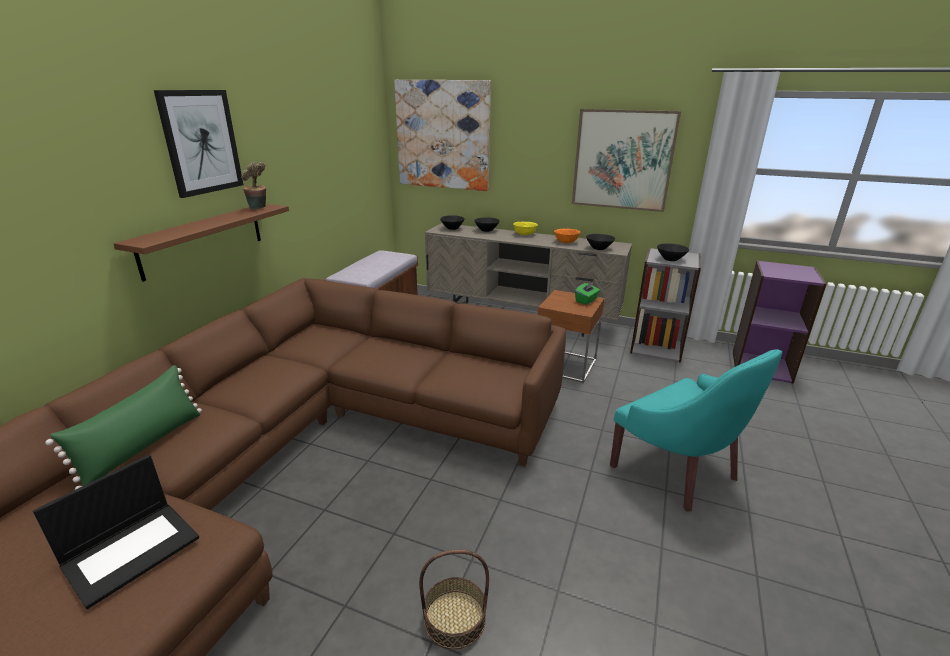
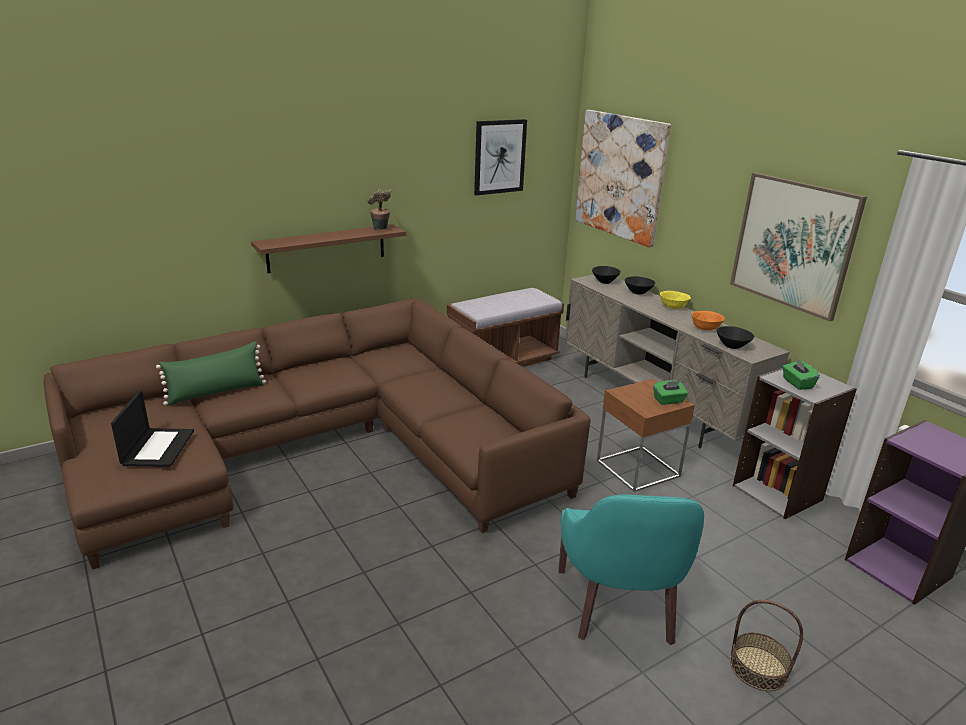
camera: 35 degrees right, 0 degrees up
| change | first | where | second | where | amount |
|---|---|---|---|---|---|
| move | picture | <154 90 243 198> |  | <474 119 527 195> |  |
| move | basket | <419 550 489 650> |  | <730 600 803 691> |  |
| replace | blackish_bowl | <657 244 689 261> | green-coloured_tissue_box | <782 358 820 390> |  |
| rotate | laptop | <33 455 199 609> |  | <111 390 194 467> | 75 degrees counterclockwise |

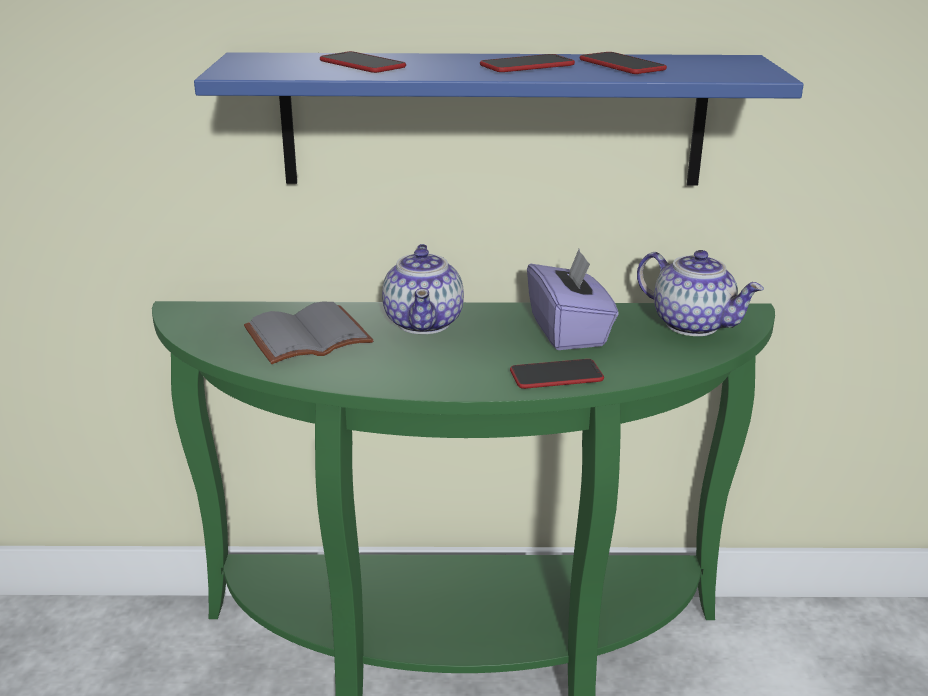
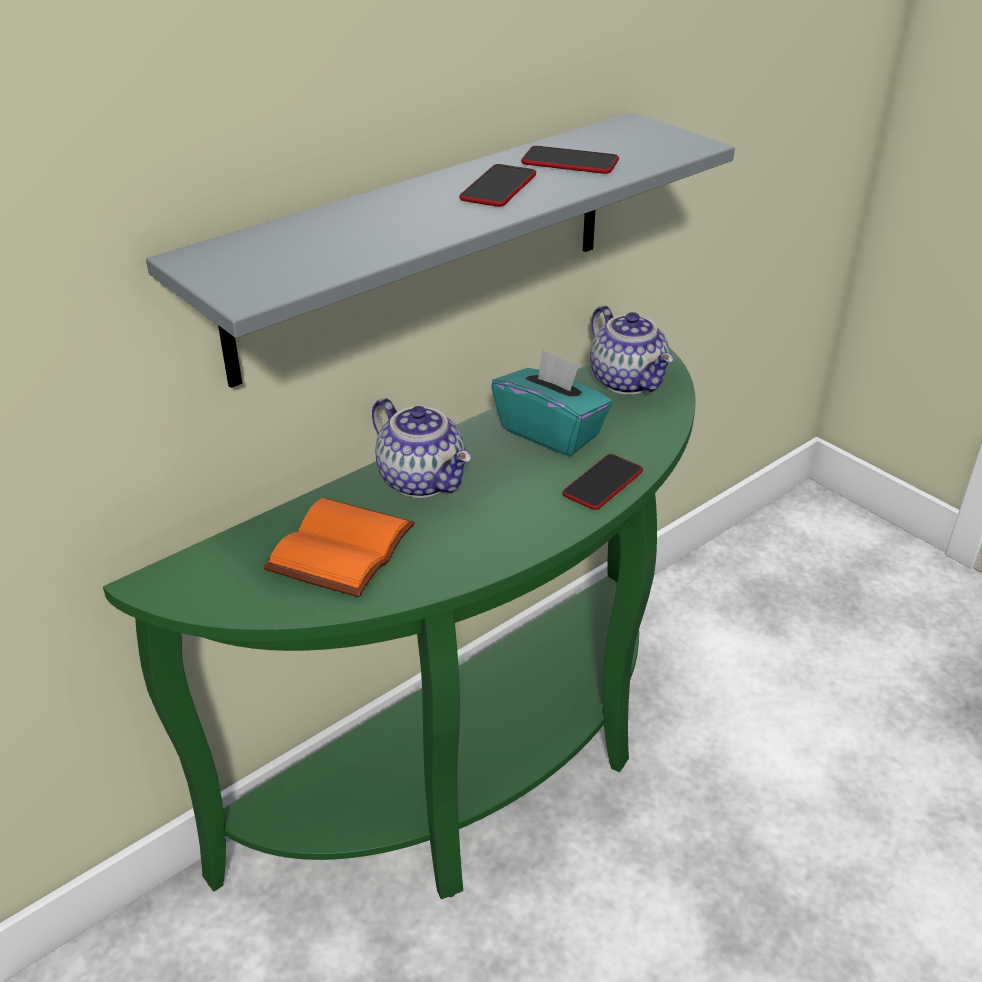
camera: 40 degrees left, 10 degrees up
| change | first | where | second | where | amount |
|---|---|---|---|---|---|
| delete | phone | <320 51 406 73> |  |  |  |
| recolor | bluish_bracket_shelf | <194 52 804 185> | greyish_bracket_shelf | <146 112 735 388> |  |
| recolor | greyish_book | <244 302 374 364> | orangey_book | <263 498 415 597> |  |
| recolor | purple-coloured_tissue_box | <527 249 618 350> | turquoise_tissue_box | <491 350 612 457> |  |
| rotate | teapot | <637 250 764 336> |  | <590 305 674 395> | 60 degrees clockwise |

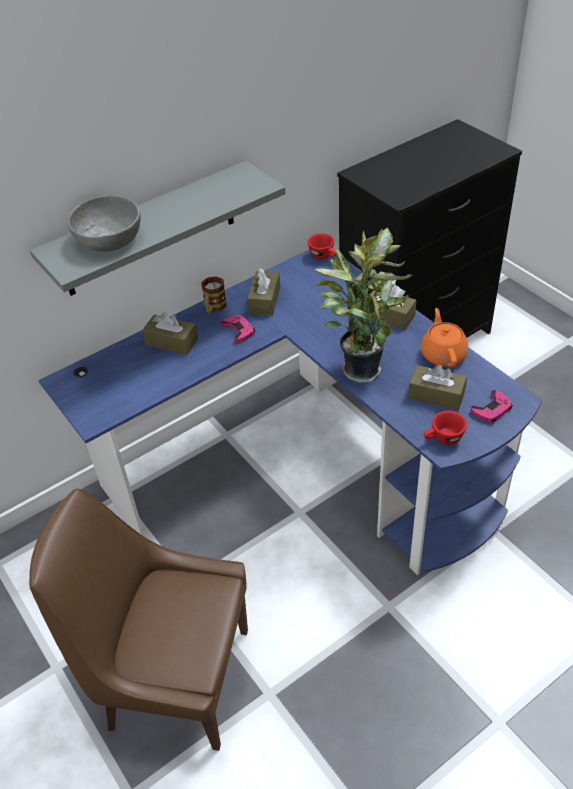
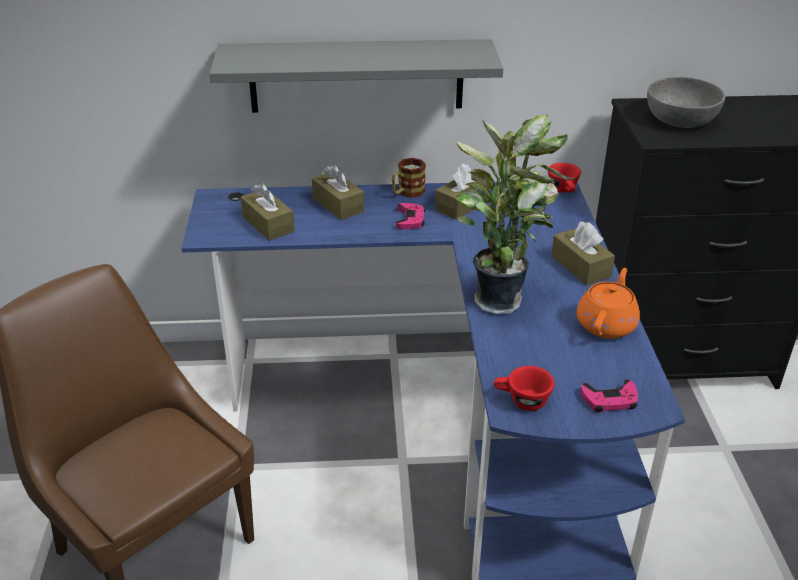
camera: 30 degrees right, 10 degrees down
| change | first | where | second | where | amount |
|---|---|---|---|---|---|
| move | greyish_bowl | <68 195 141 252> |  | <647 77 725 128> |  |
| move | brown-coloured_tissue_box | <408 365 467 410> |  | <241 183 295 241> |  |

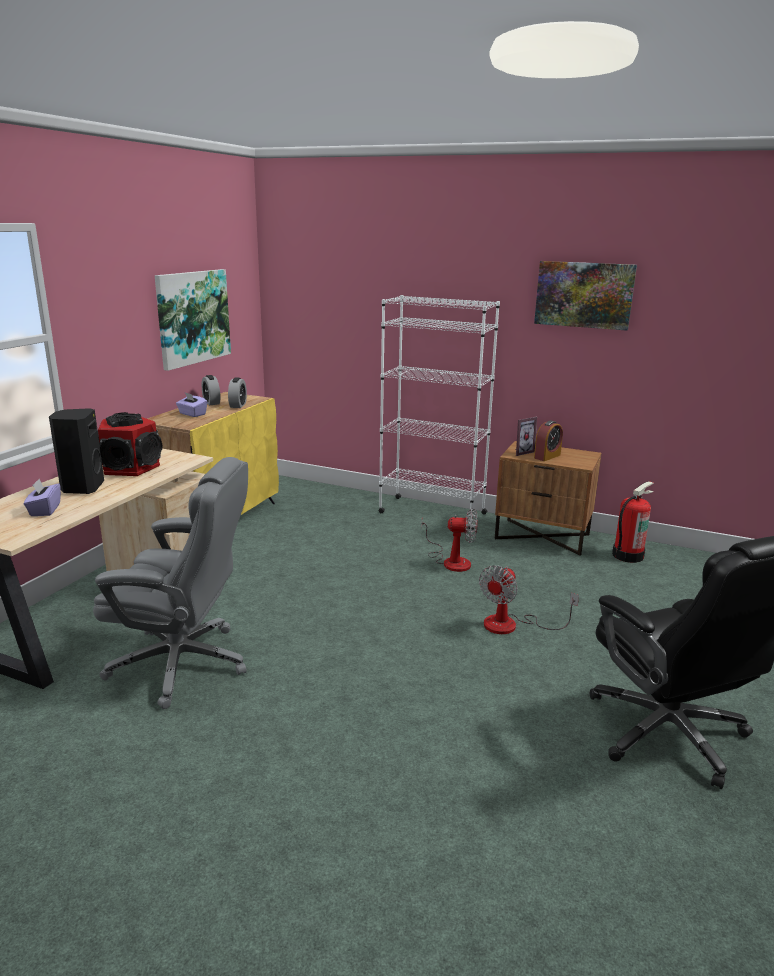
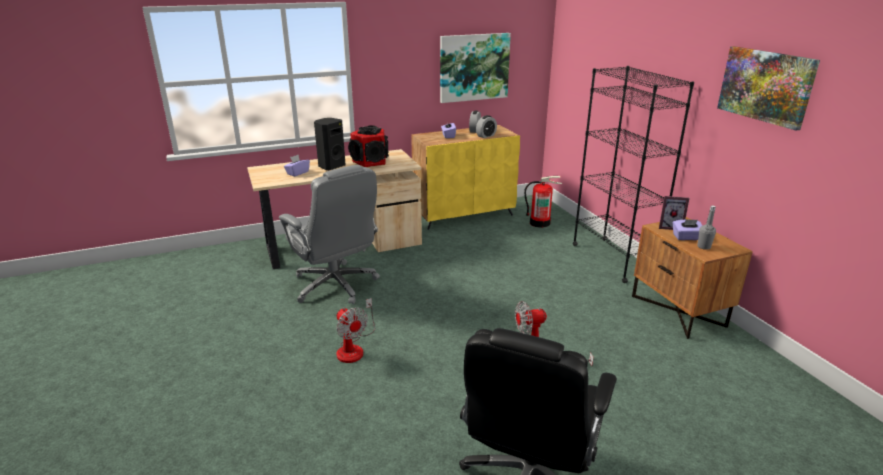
camera: 45 degrees right, 5 degrees up
| change | first | where | second | where | amount |
|---|---|---|---|---|---|
| insert |  |  | greyish_bottle | <697 206 716 250> |  |
| move | cooling_fan | <421 509 478 572> |  | <336 298 375 363> |  |
| move | extinguisher | <612 481 654 563> |  | <524 176 562 228> |  |
| replace | bedside_clock | <534 421 563 461> | purple-coloured_tissue_box | <673 219 702 240> |  |
| recolor | white_shelving_unit | <378 295 500 530> | blackish_shelving_unit | <573 66 694 283> |  |

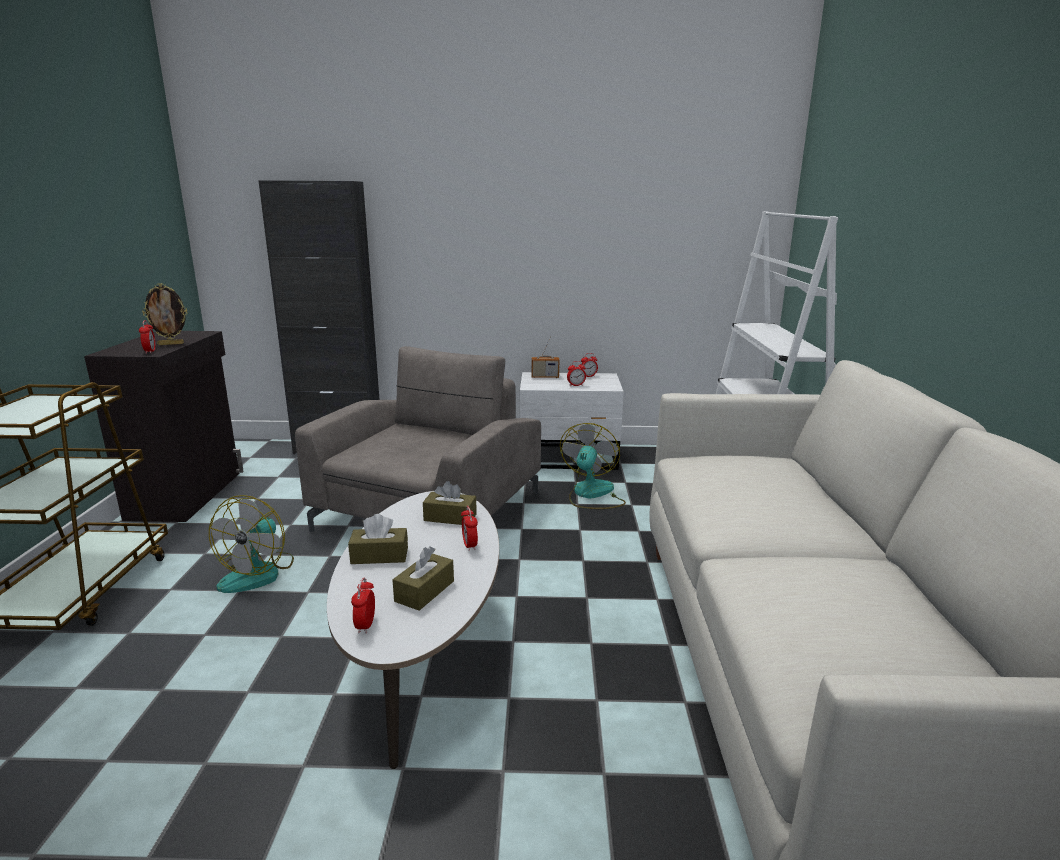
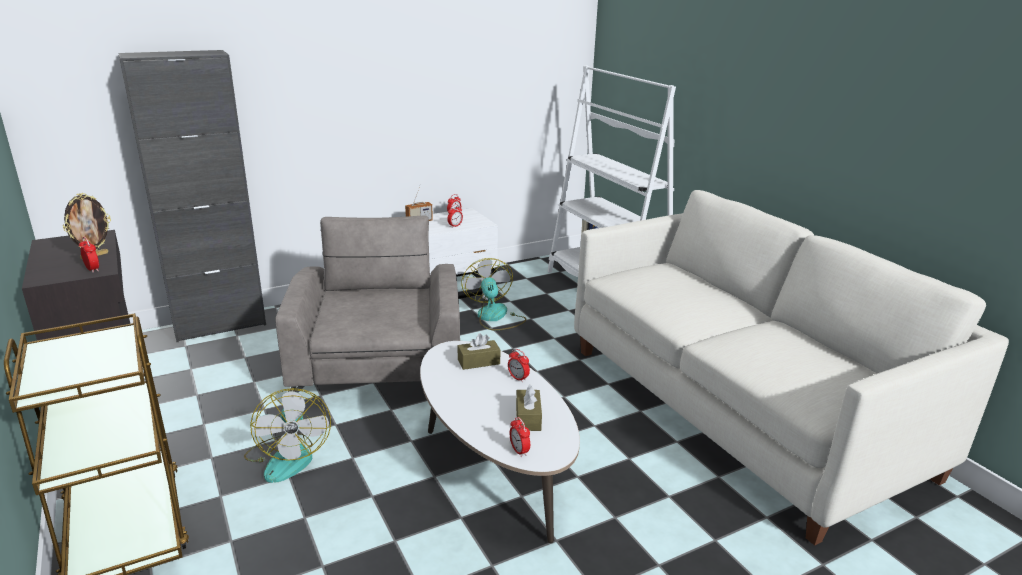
camera: 30 degrees left, 5 degrees up
| change | first | where | second | where | amount |
|---|---|---|---|---|---|
| delete | brown-coloured_tissue_box | <348 514 408 564> |  |  |  |

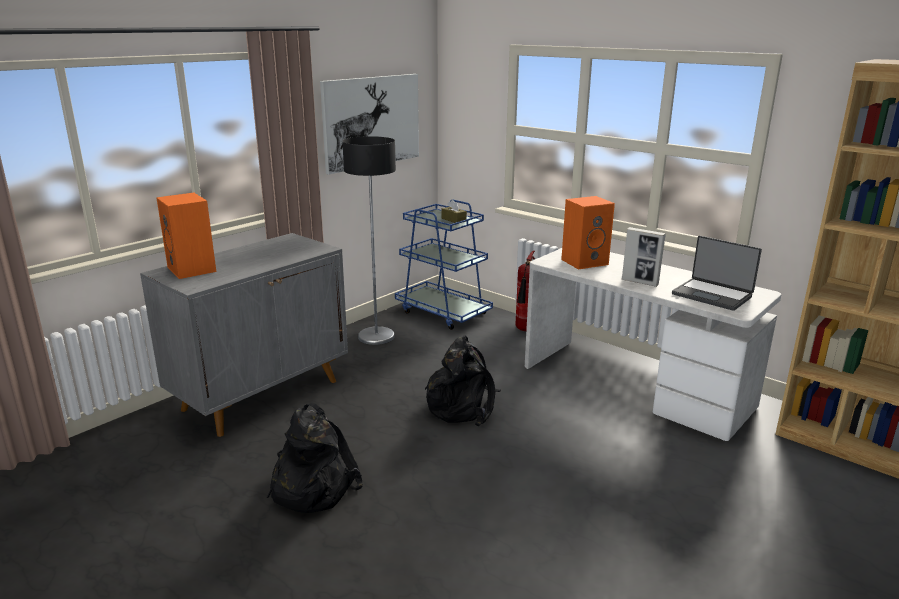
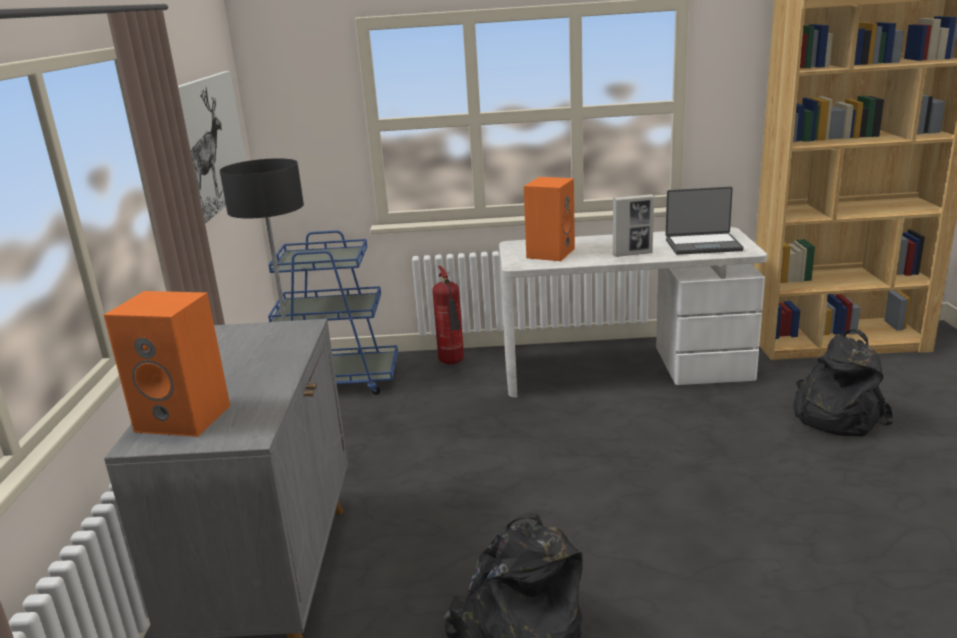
camera: 40 degrees left, 0 degrees up
| change | first | where | second | where | amount |
|---|---|---|---|---|---|
| delete | brown-coloured_tissue_box | <442 200 467 223> |  |  |  |
| move | blackish_knapsack | <425 336 501 426> |  | <793 329 893 436> |  |

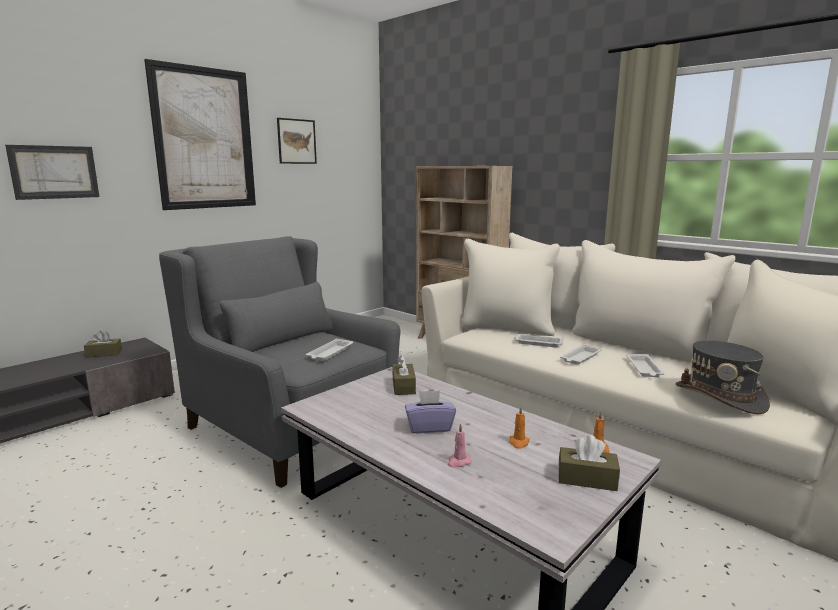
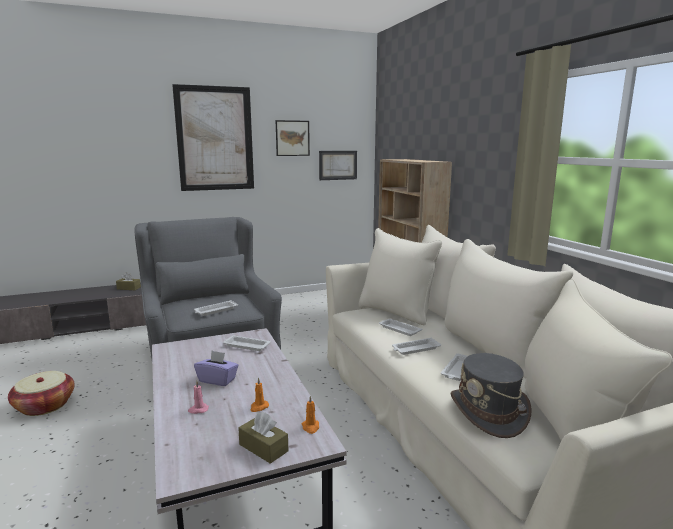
camera: 25 degrees right, 0 degrees up
| change | first | where | second | where | amount |
|---|---|---|---|---|---|
| insert |  |  | basket | <8 371 75 416> |  |
| move | picture | <5 145 99 200> |  | <319 151 357 180> |  |
| replace | brown-coloured_tissue_box | <392 355 416 395> | white_tray | <223 336 271 351> |  |

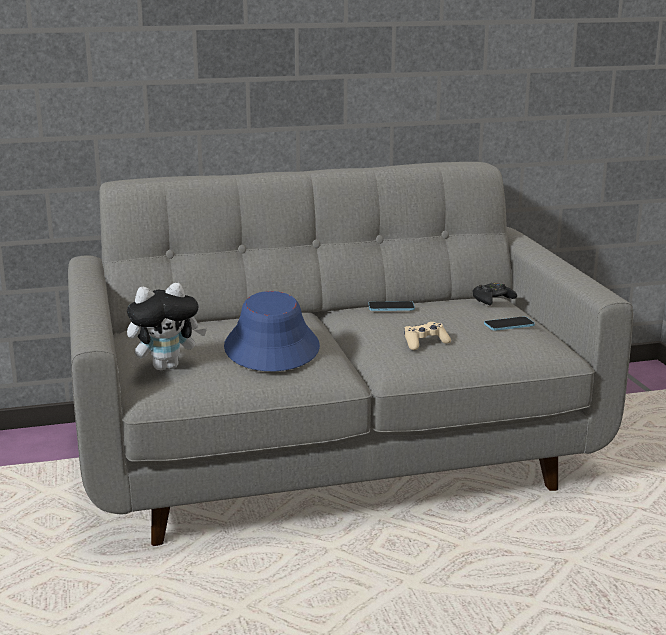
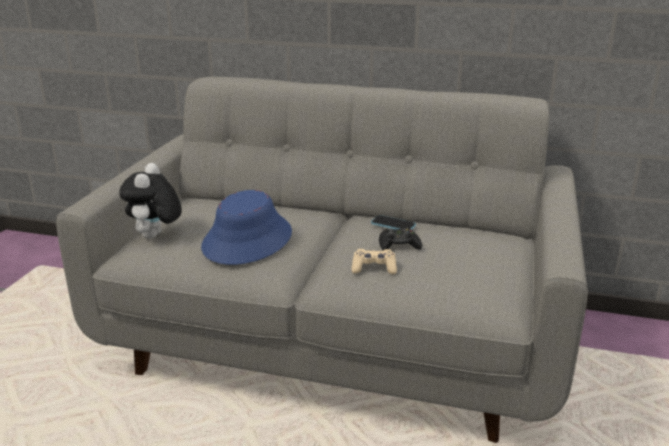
camera: 30 degrees right, 5 degrees up
| change | first | where | second | where | amount |
|---|---|---|---|---|---|
| delete | phone | <484 317 535 331> |  |  |  |
| move | blackish_game_controller | <473 282 517 305> |  | <379 228 422 250> |  |
| rotate | cuddly_toy | <127 283 207 371> |  | <119 163 182 239> | 90 degrees clockwise |

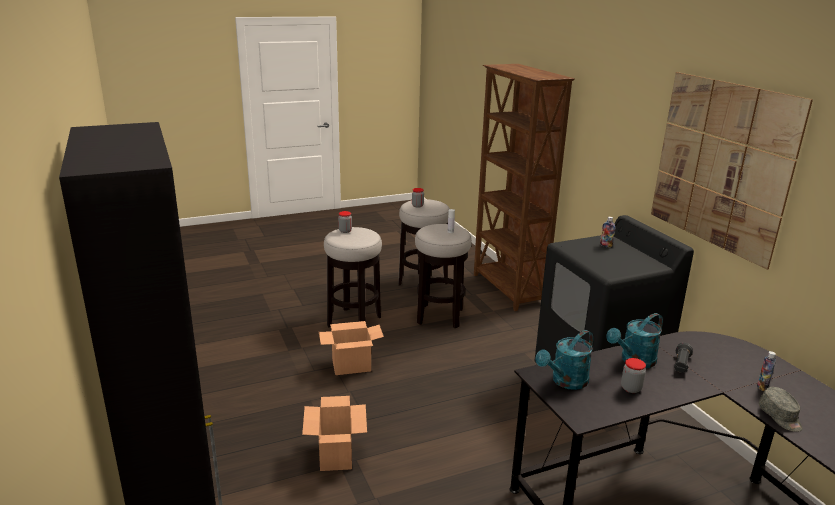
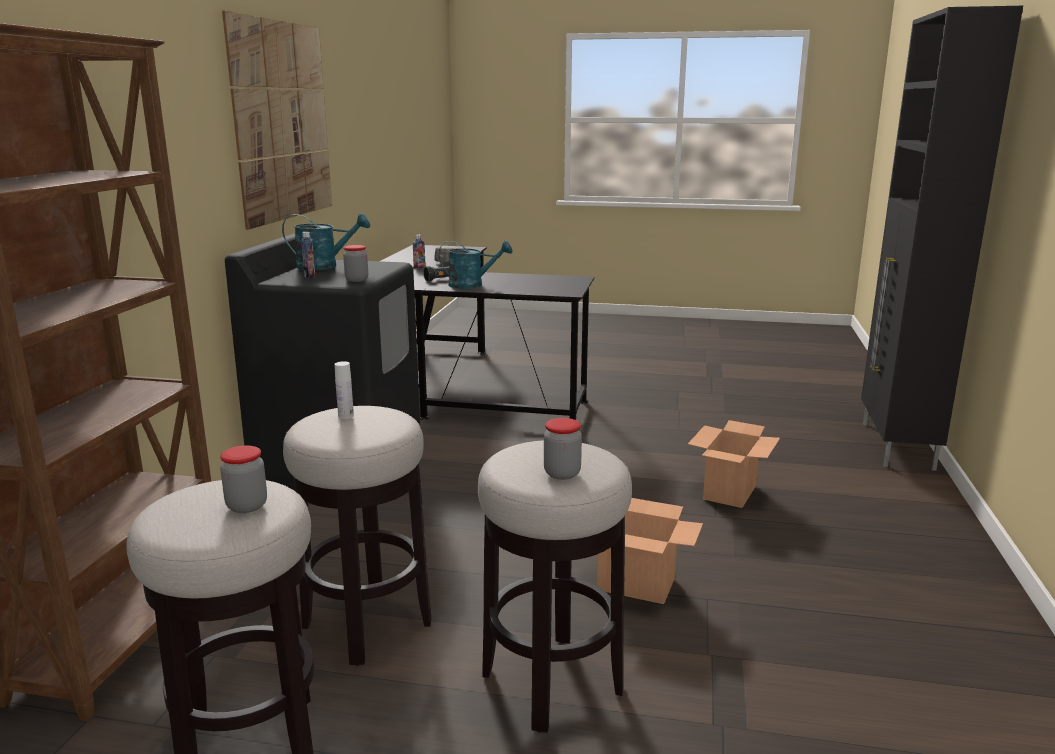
camera: 145 degrees left, 5 degrees down
| change | first | where | second | where | amount |
|---|---|---|---|---|---|
| move | turquoise_watering_pot | <536 330 594 390> |  | <282 213 370 270> |  |
| move | storage_jar | <621 358 646 393> |  | <343 245 368 282> |  |

